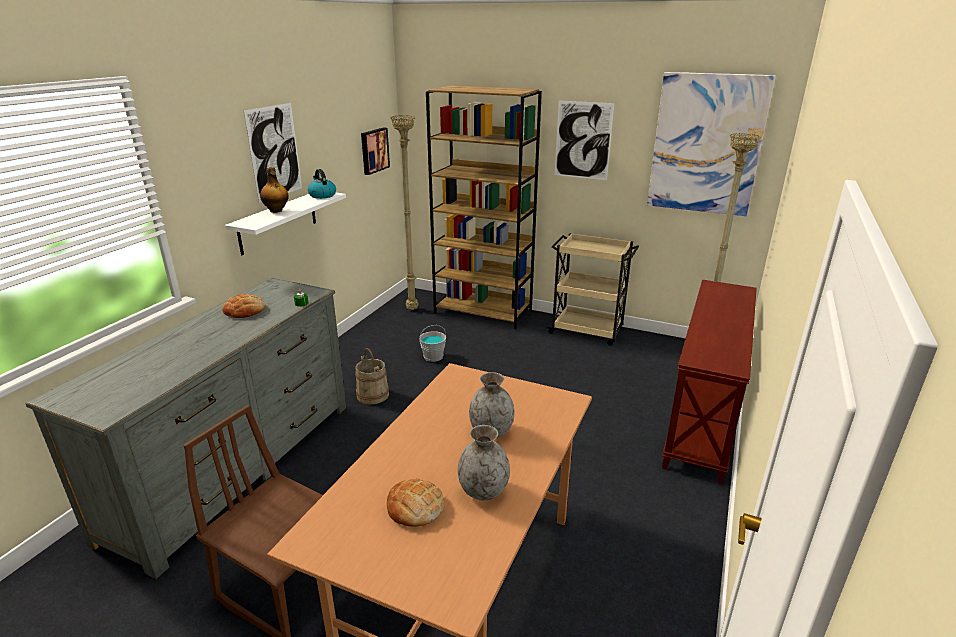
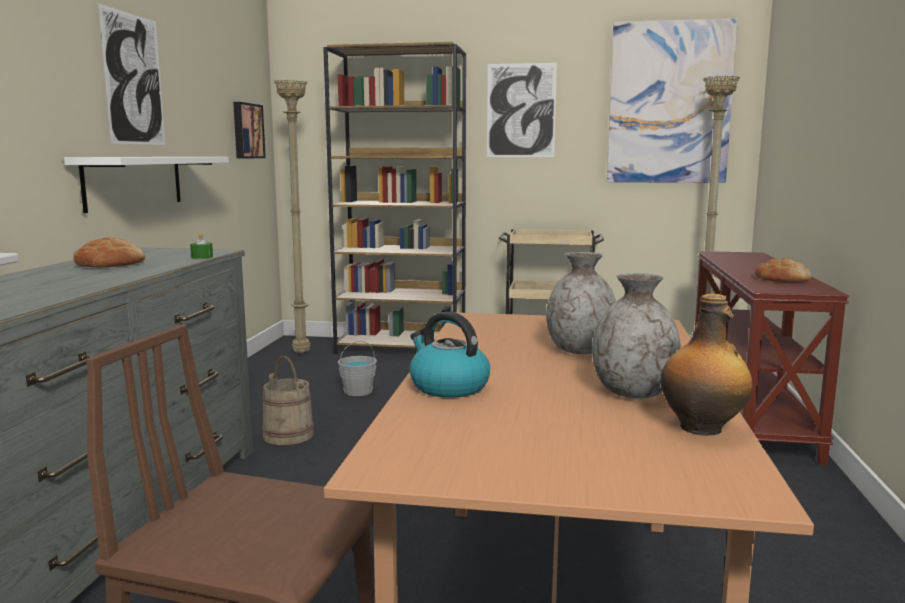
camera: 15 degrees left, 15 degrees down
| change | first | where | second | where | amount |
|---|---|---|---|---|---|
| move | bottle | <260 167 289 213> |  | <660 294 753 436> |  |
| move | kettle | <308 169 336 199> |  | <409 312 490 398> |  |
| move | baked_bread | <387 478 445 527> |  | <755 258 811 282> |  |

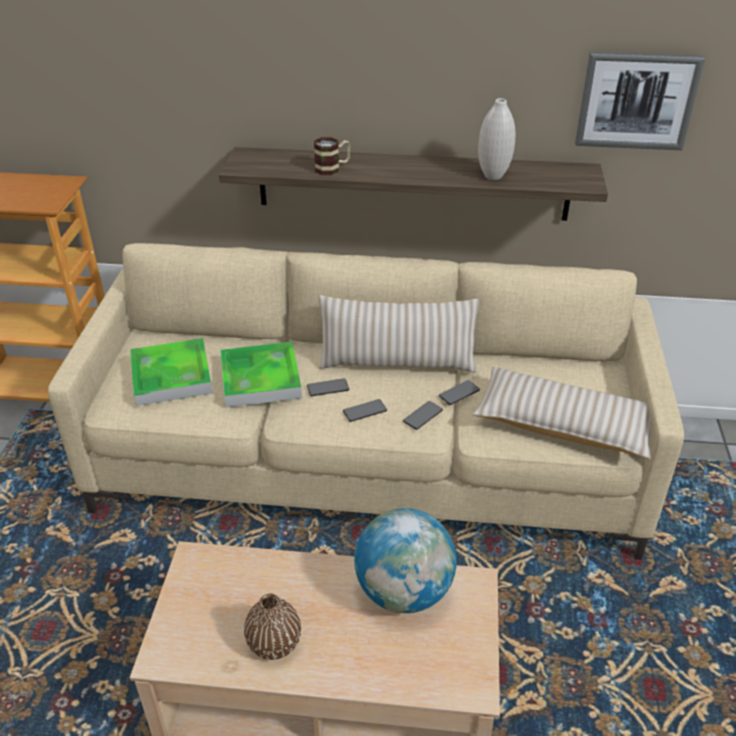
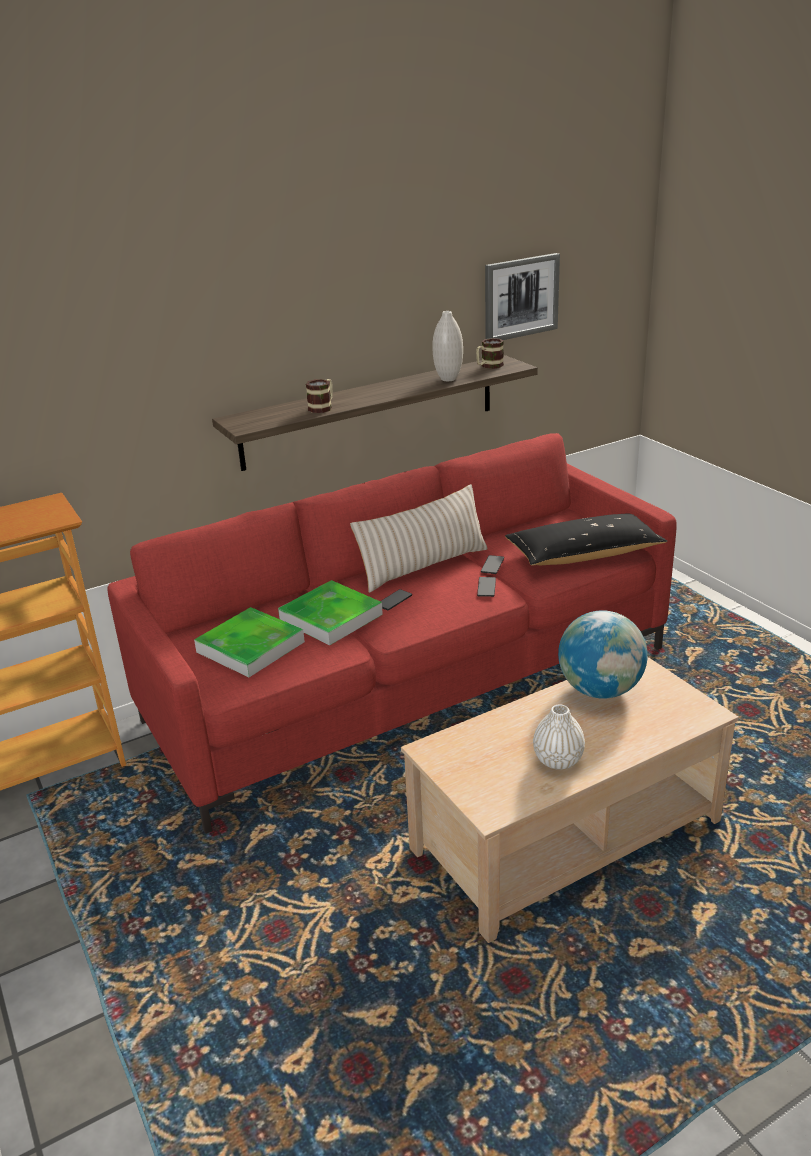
camera: 35 degrees left, 10 degrees down
| change | first | where | second | where | amount |
|---|---|---|---|---|---|
| delete | phone | <343 399 387 422> |  |  |  |
| insert |  |  | mug | <476 338 504 369> |  |
| recolor | beige_couch | <48 243 684 560> | red-coloured_couch | <107 433 677 834> |  |
| recolor | brown-coloured_vase | <244 594 301 660> | white_vase | <533 704 585 770> |  |
| recolor | beige_throw_pillow | <473 367 651 459> | blackish_throw_pillow | <505 514 667 566> |  |

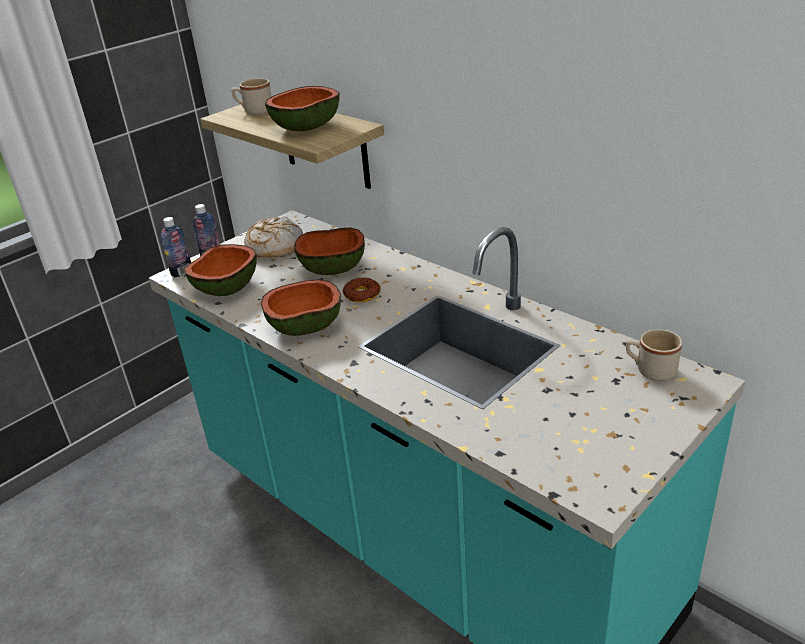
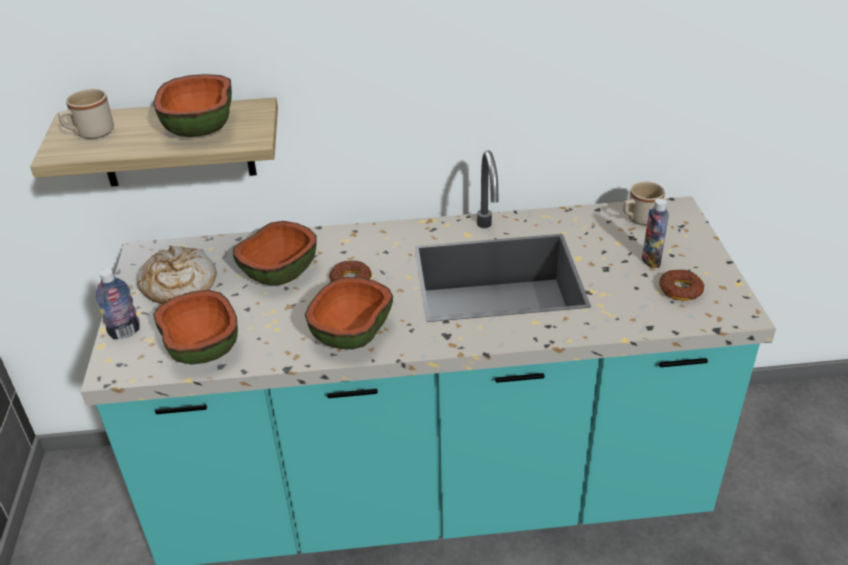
camera: 50 degrees left, 5 degrees up
| change | first | where | second | where | amount |
|---|---|---|---|---|---|
| insert |  |  | ring_doughnut | <659 270 704 301> |  |
| move | bottle | <161 217 191 278> |  | <642 198 669 268> |  |

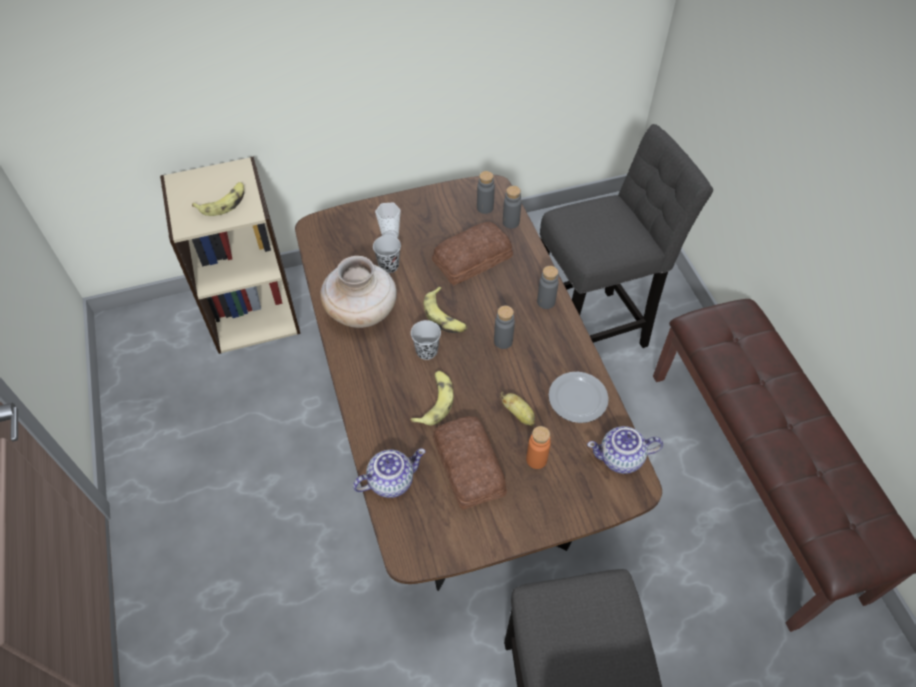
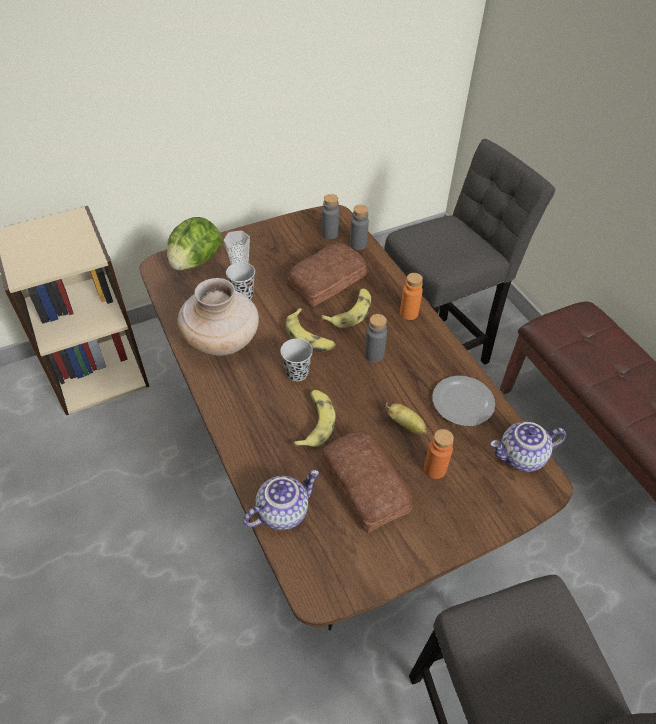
camera: 10 degrees left, 5 degrees down
| change | first | where | second | where | amount |
|---|---|---|---|---|---|
| insert |  |  | head_of_lettuce | <167 217 222 270> |  |
| move | banana_fruit | <192 182 244 216> |  | <321 289 371 328> |  |
| recolor | greyish_bottle | <537 266 559 309> | orangey_bottle | <400 273 423 320> |  |

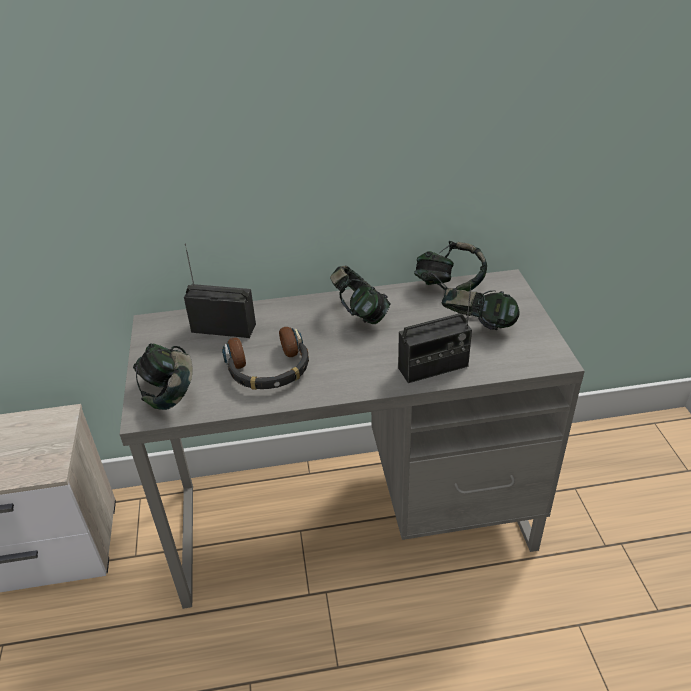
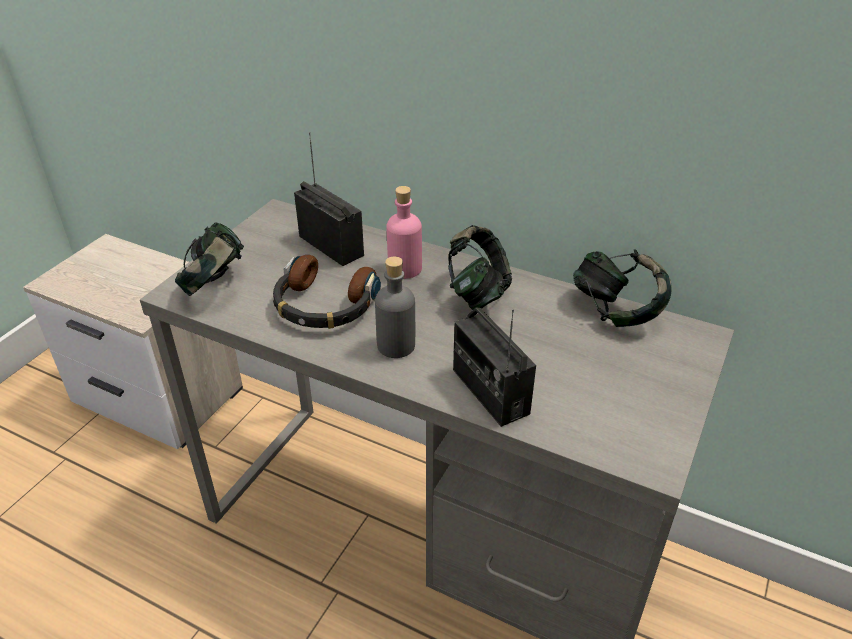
camera: 35 degrees right, 0 degrees up
| change | first | where | second | where | amount |
|---|---|---|---|---|---|
| delete | headphones | <442 288 520 330> |  |  |  |
| insert |  |  | greyish_bottle | <375 256 415 358> |  |
| insert |  |  | pink_bottle | <386 186 422 279> |  |
| rotate | radio_set | <398 283 472 383> |  | <453 308 536 427> | 45 degrees clockwise |

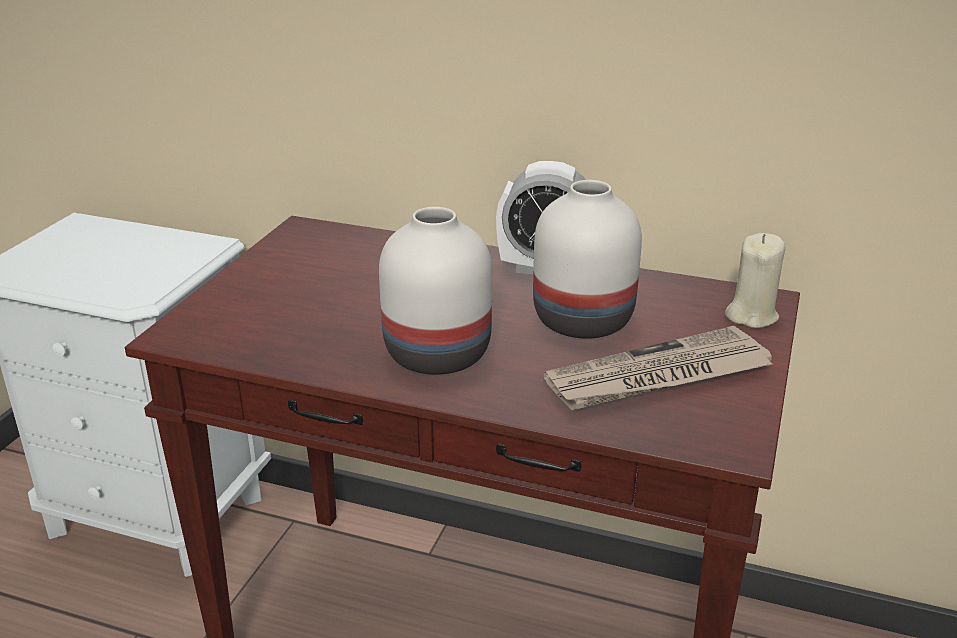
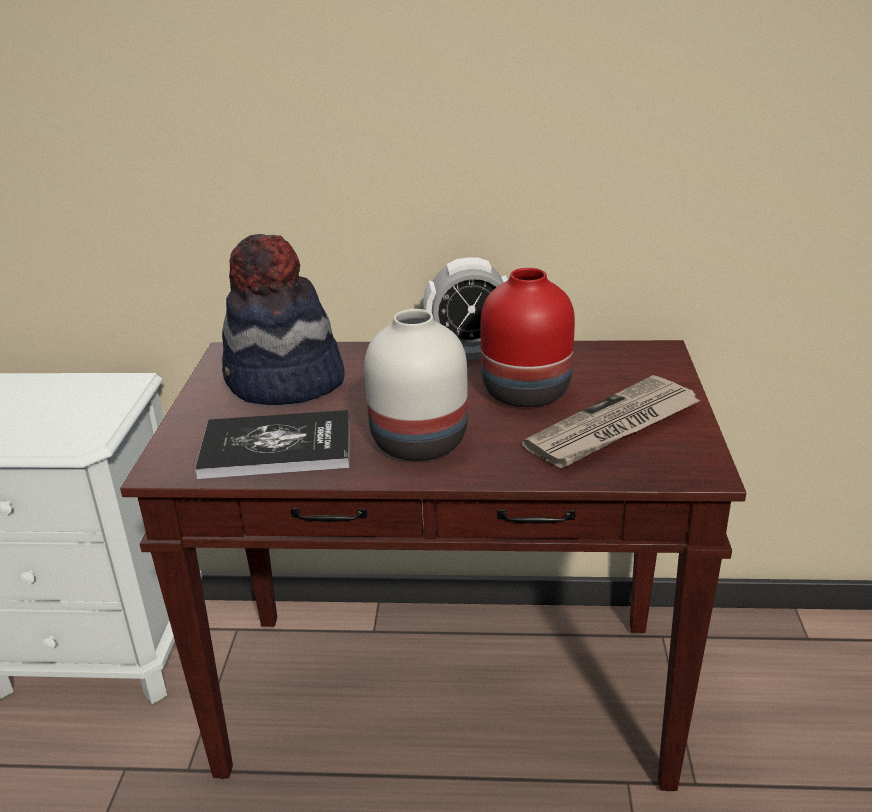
camera: 15 degrees left, 0 degrees up
| change | first | where | second | where | amount |
|---|---|---|---|---|---|
| delete | beige_wax_candle | <725 233 785 328> |  |  |  |
| insert |  |  | book | <195 410 349 479> |  |
| insert |  |  | hat | <222 234 345 405> |  |
| recolor | white_vase | <533 180 642 339> | red-coloured_vase | <481 268 575 407> |  |

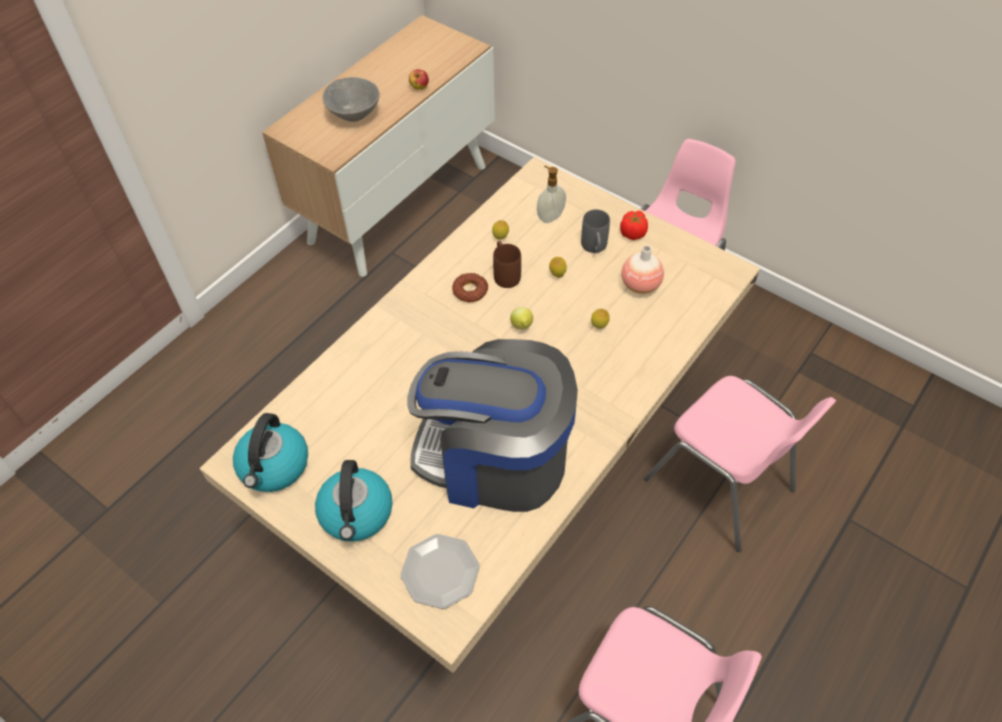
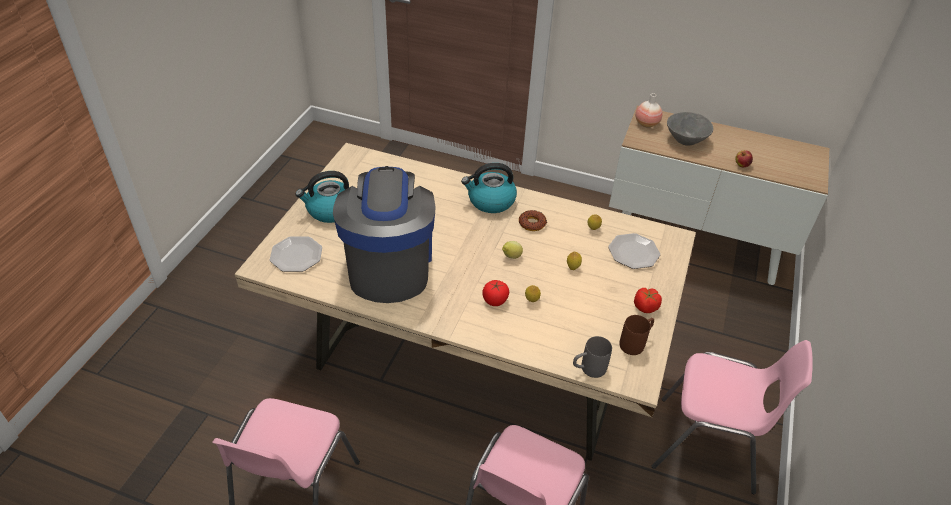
camera: 70 degrees right, 10 degrees down
| change | first | where | second | where | amount |
|---|---|---|---|---|---|
| insert |  |  | whole_tomato | <482 280 509 306> |  |
| move | kettle | <233 413 308 492> |  | <461 163 517 213> |  |
| move | brown-coloured_mug | <493 241 521 288> |  | <619 315 654 355> |  |
| move | greyish_mug | <581 209 610 253> |  | <573 336 612 378> |  |
| move | vase | <621 245 664 294> |  | <635 93 663 128> |  |
| replace | soap_bottle | <537 166 566 223> | plate | <608 233 660 269> |  |

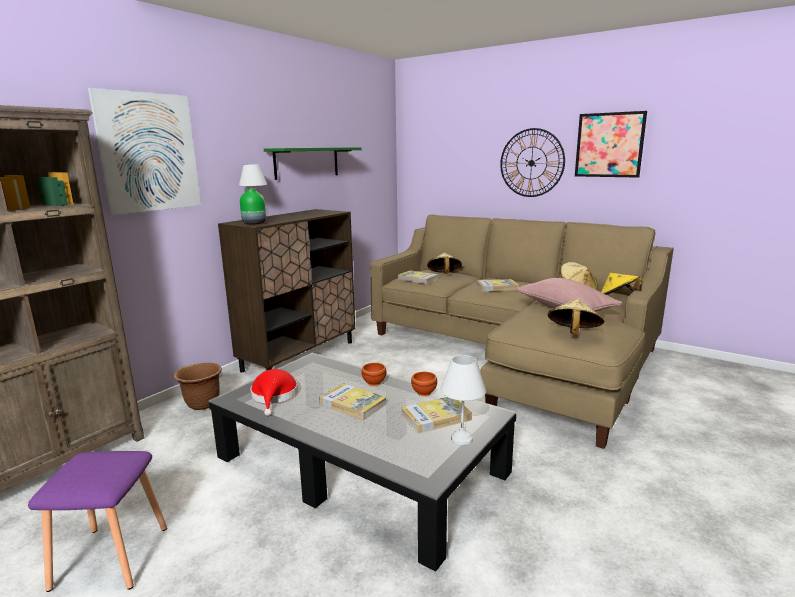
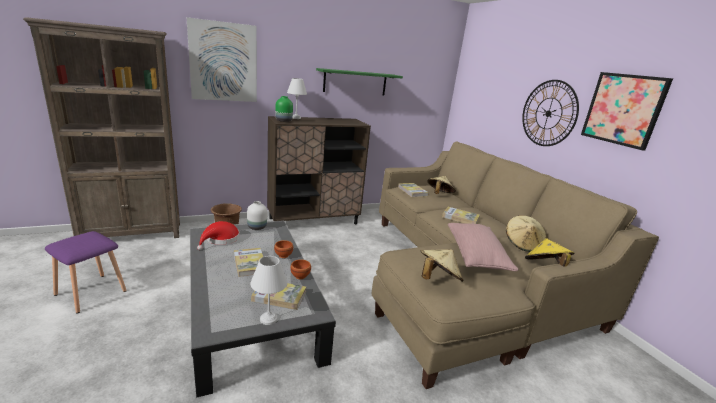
camera: 30 degrees right, 5 degrees up
| change | first | where | second | where | amount |
|---|---|---|---|---|---|
| insert |  |  | white_vase | <247 201 267 230> |  |

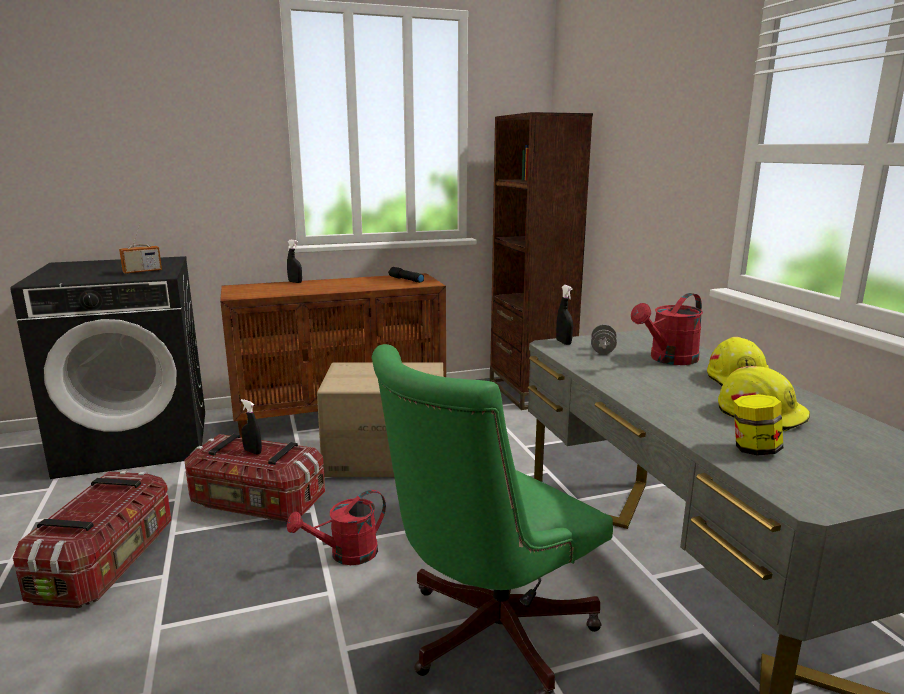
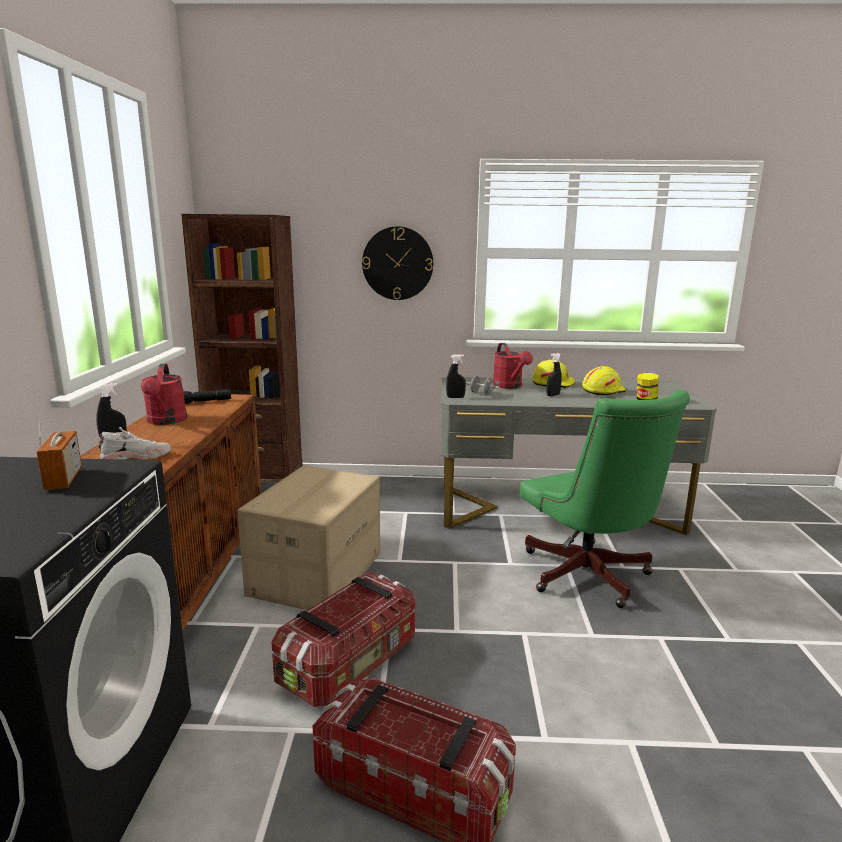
camera: 70 degrees left, 0 degrees up
| change | first | where | second | where | amount |
|---|---|---|---|---|---|
| insert |  |  | white_shoe | <99 427 171 460> |  |
| insert |  |  | wall_clock | <362 226 433 300> |  |
| move | blackish_spray_bottle | <241 399 262 454> |  | <546 353 562 396> |  |
| move | red-coloured_watering_pot | <287 490 386 565> |  | <141 364 187 425> |  |

